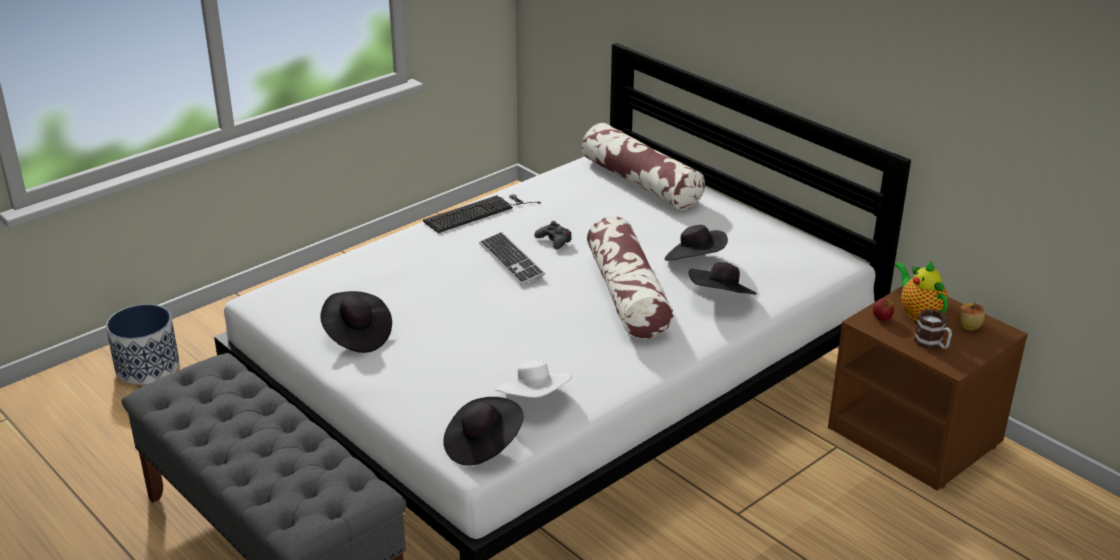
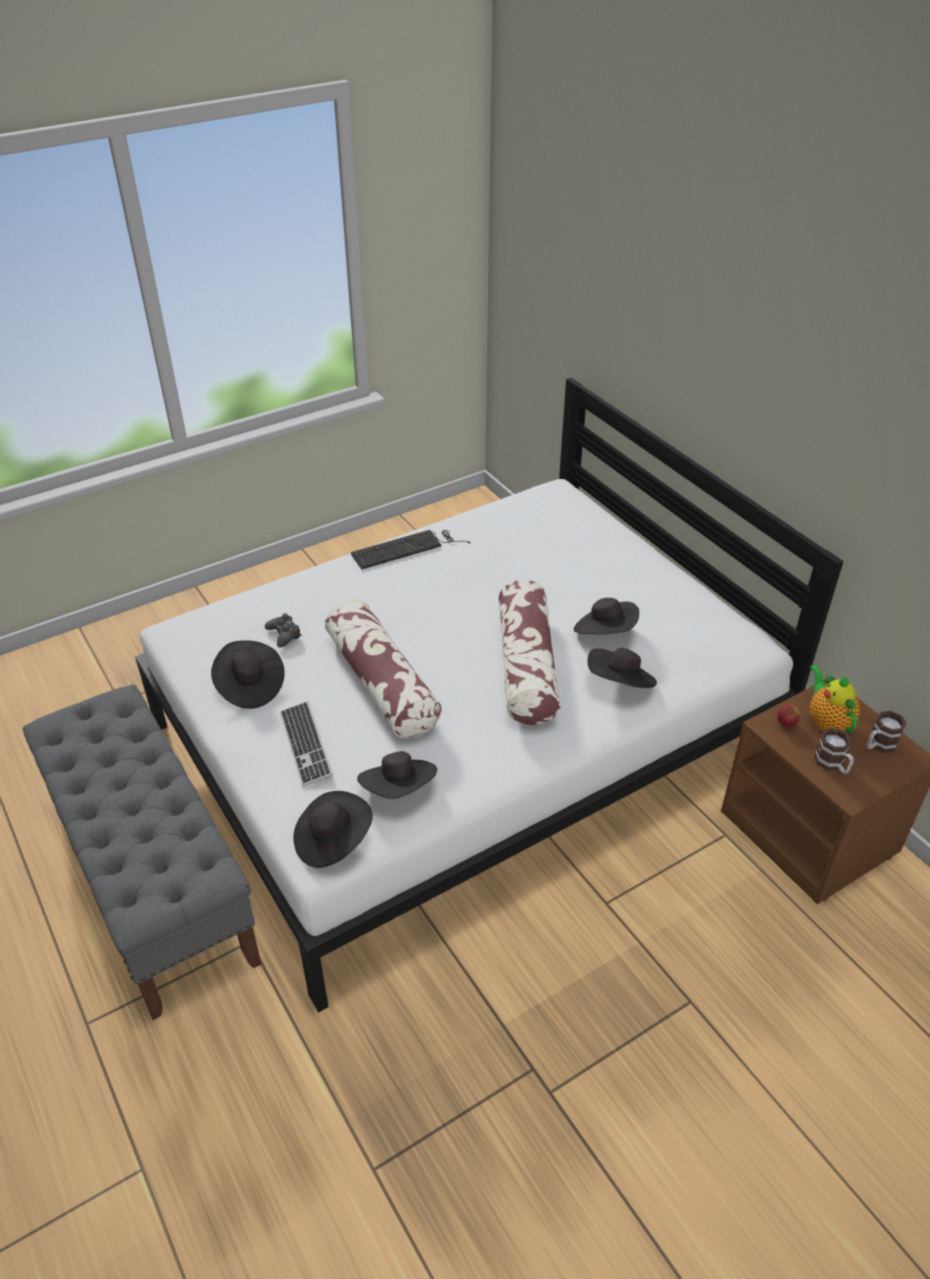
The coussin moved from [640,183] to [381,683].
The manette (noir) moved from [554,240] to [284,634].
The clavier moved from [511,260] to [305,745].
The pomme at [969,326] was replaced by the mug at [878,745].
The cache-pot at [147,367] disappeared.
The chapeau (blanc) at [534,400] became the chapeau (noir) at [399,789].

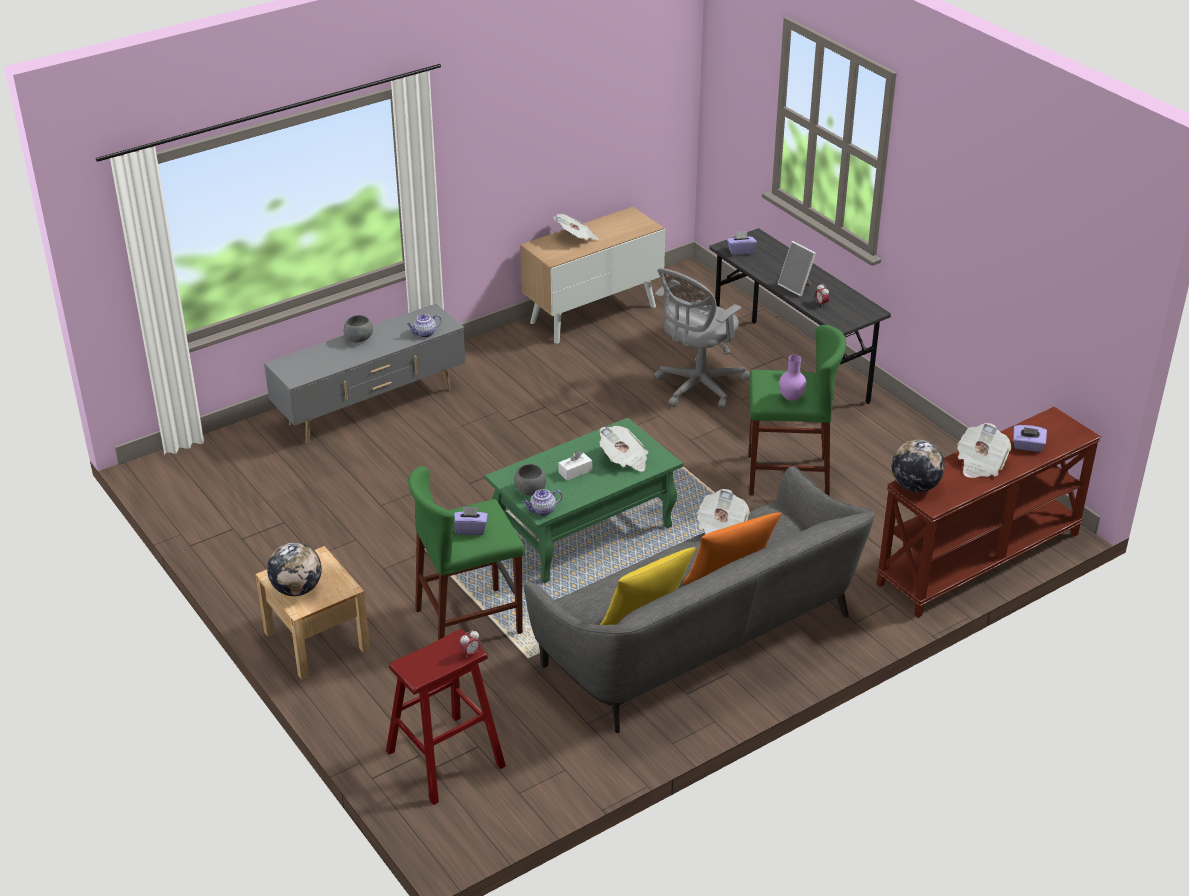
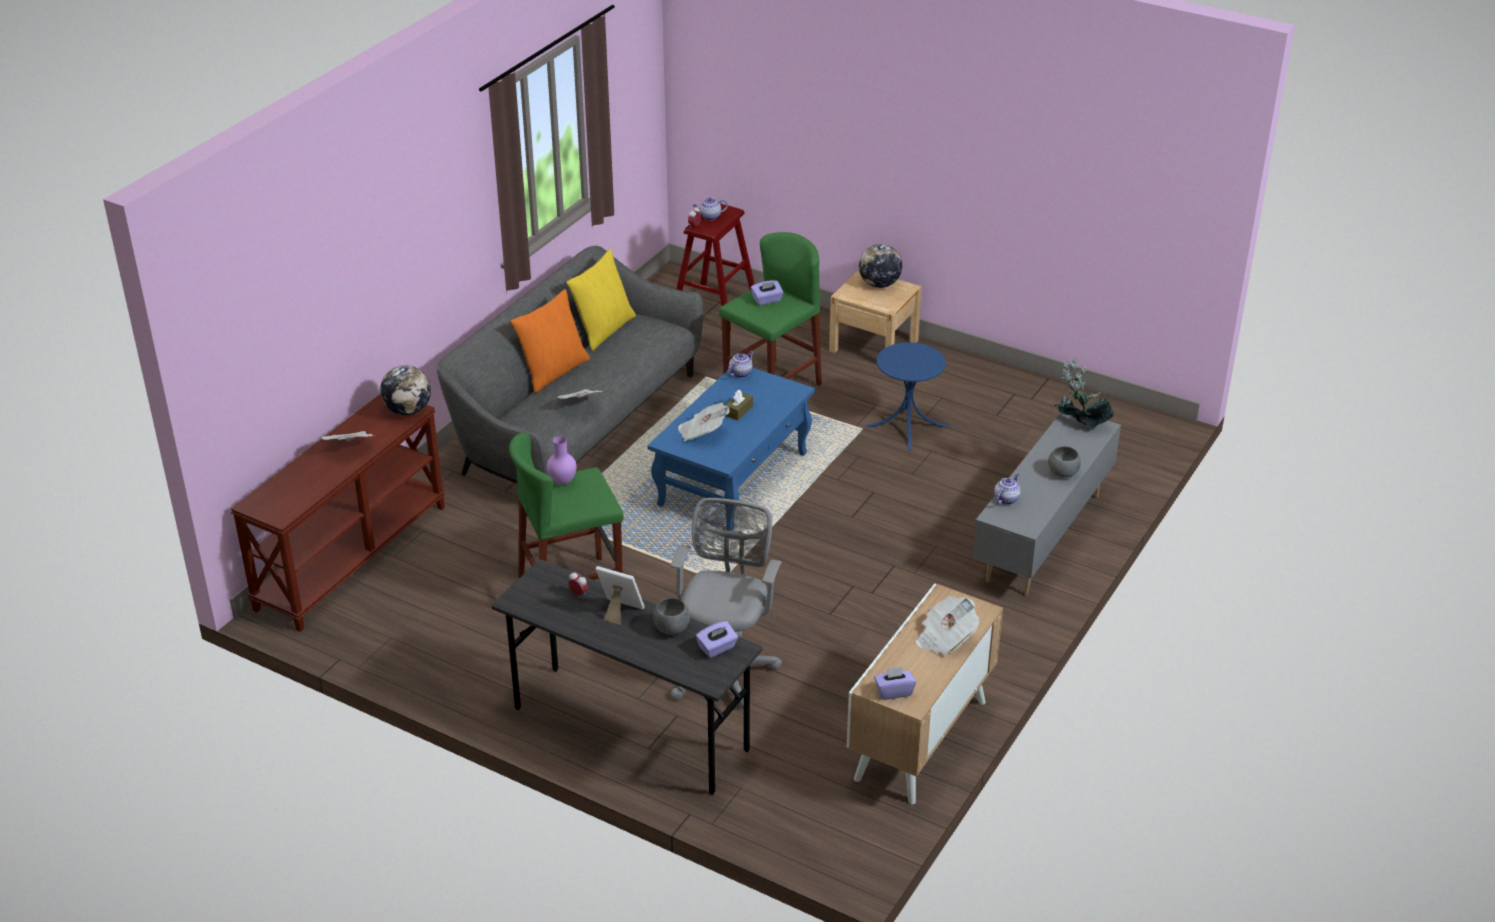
The table basse (vert) at [583,532] became the table basse (bleu) at [733,478].
The boîte à mouchoirs (violet) moved from [1027,446] to [894,691].
The boîte à mouchoirs (blanc) at [575,471] became the boîte à mouchoirs (marron) at [738,411].
The bol (gris) moved from [530,491] to [672,628].
The théière at [710,217] appeared.
The table d'appoint (bleu) at [907,426] appeared.
The plante en pot at [1079,426] appeared.

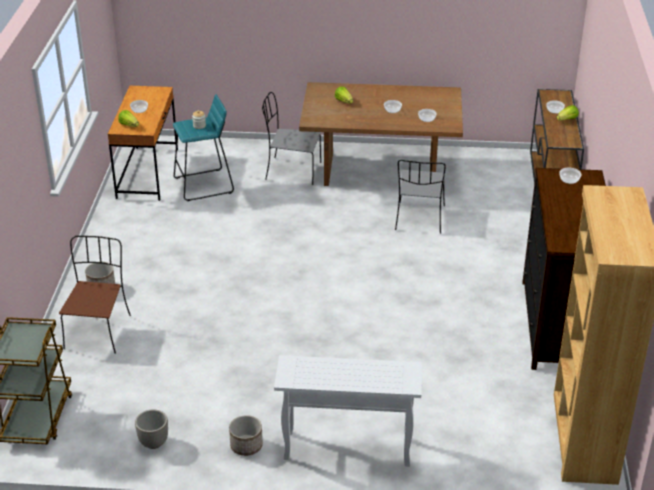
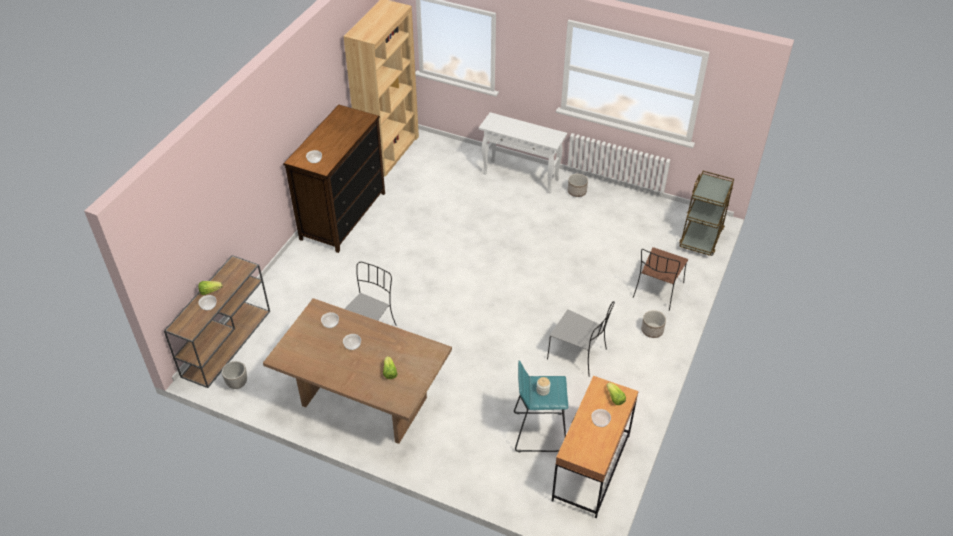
The chaise (gris) moved from [291,171] to [578,354].
The cache-pot moved from [153,443] to [238,384].

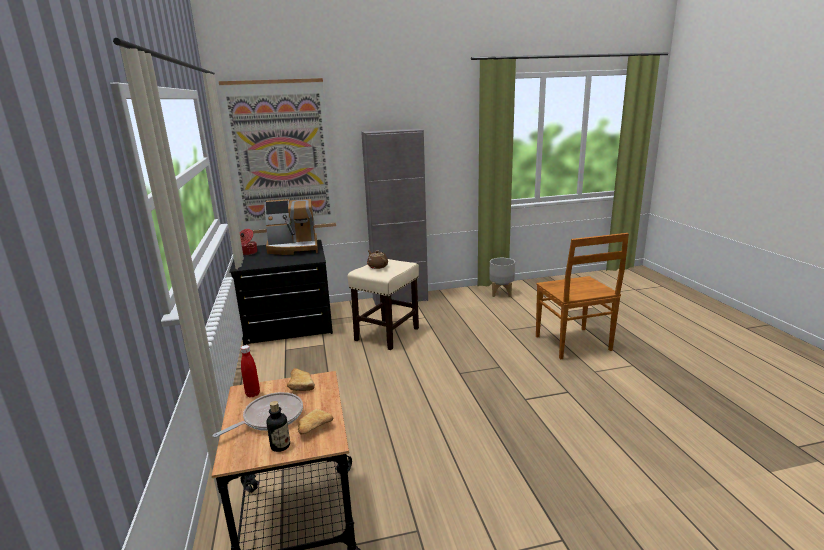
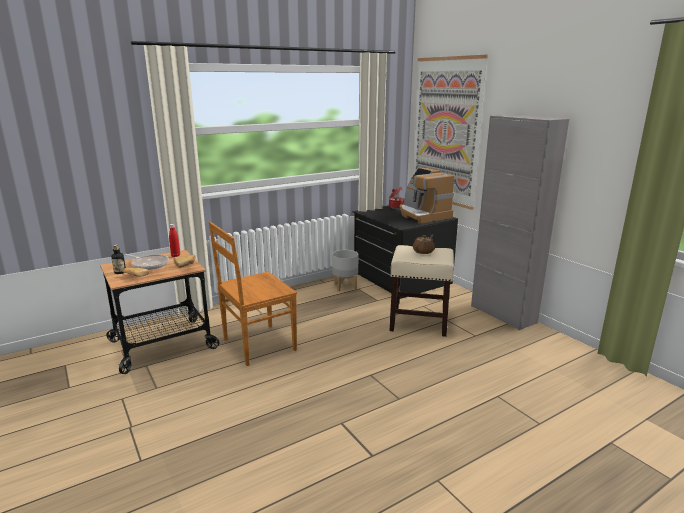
The chaise (marron) moved from [573,344] to [257,345].
The cache-pot (gris) moved from [501,293] to [345,287].

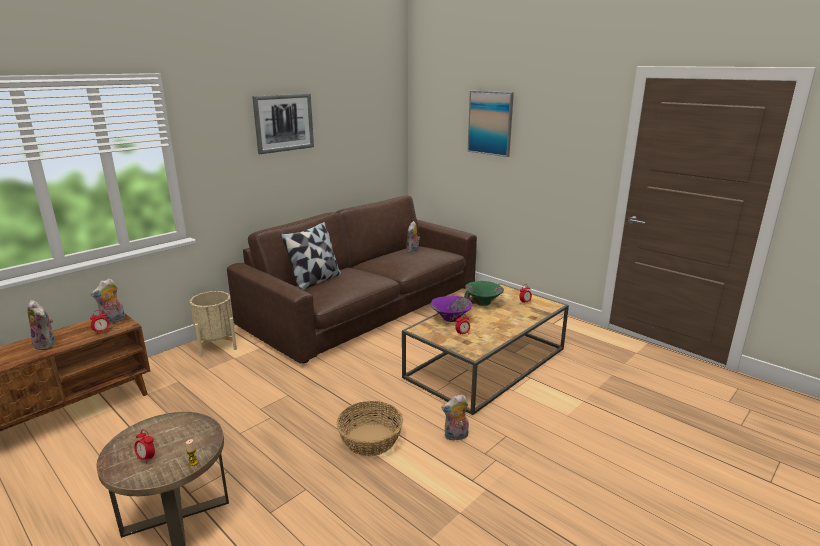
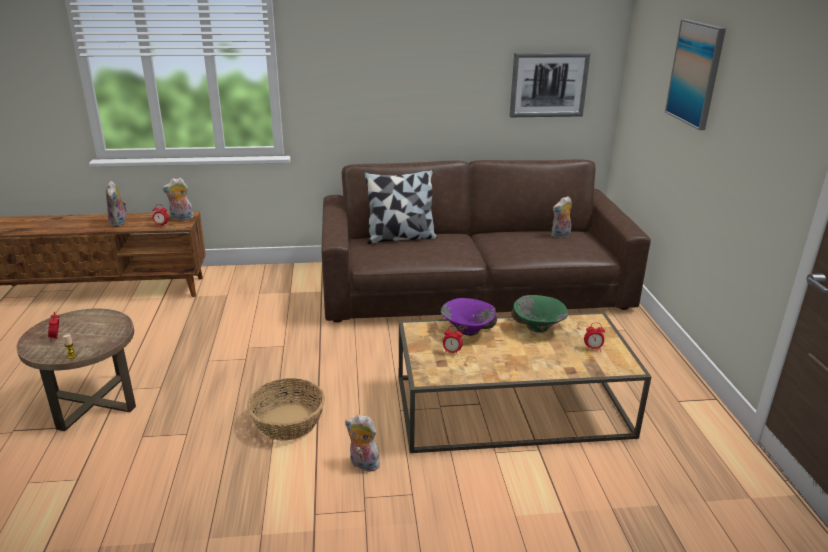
The tableau moved from [284,123] to [548,85].
The cache-pot (beige) at [217,345] disappeared.

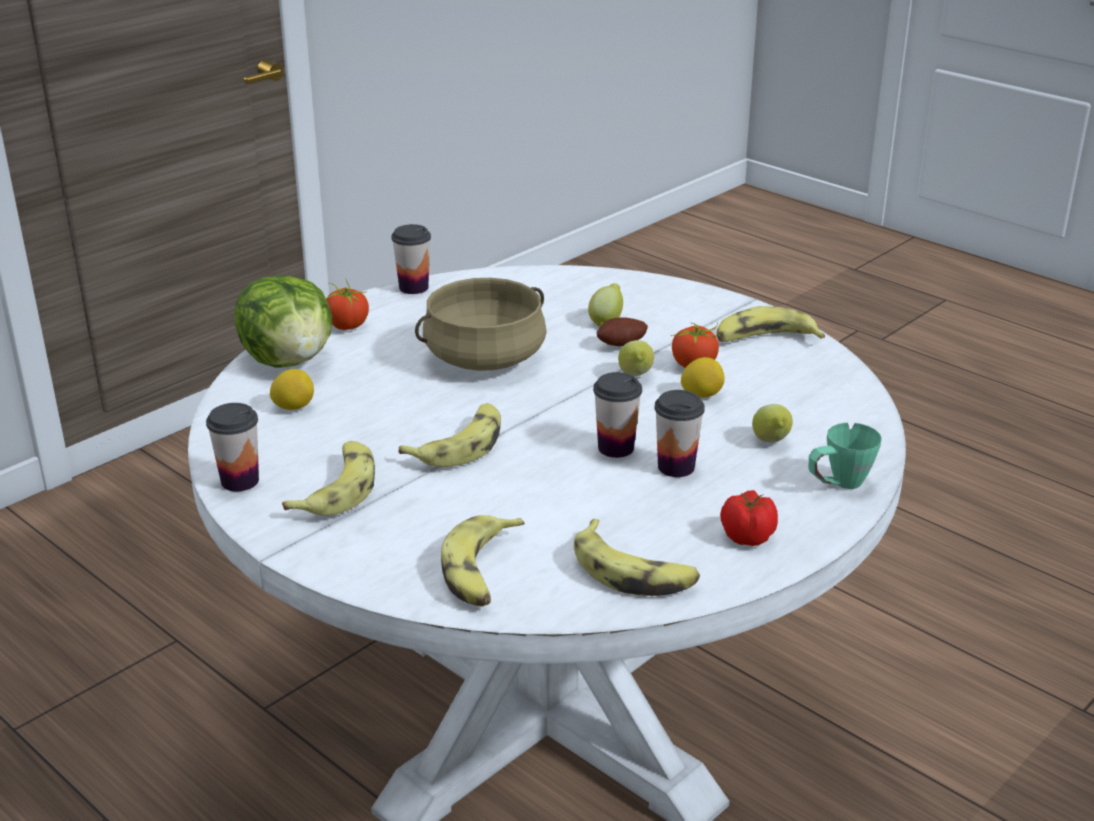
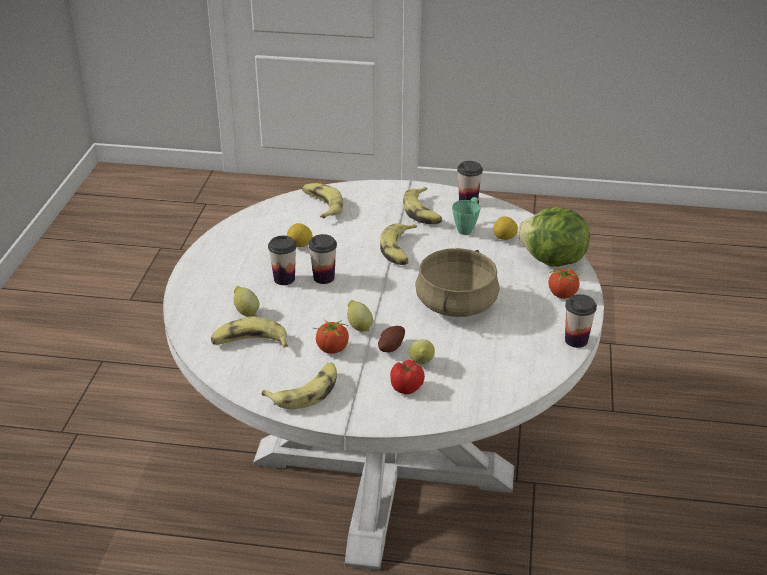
The citron moved from [701,395] to [300,245].
The mug (vert) moved from [838,485] to [467,228].
The tomate moved from [746,536] to [407,387].
The banane moved from [633,572] to [249,343].

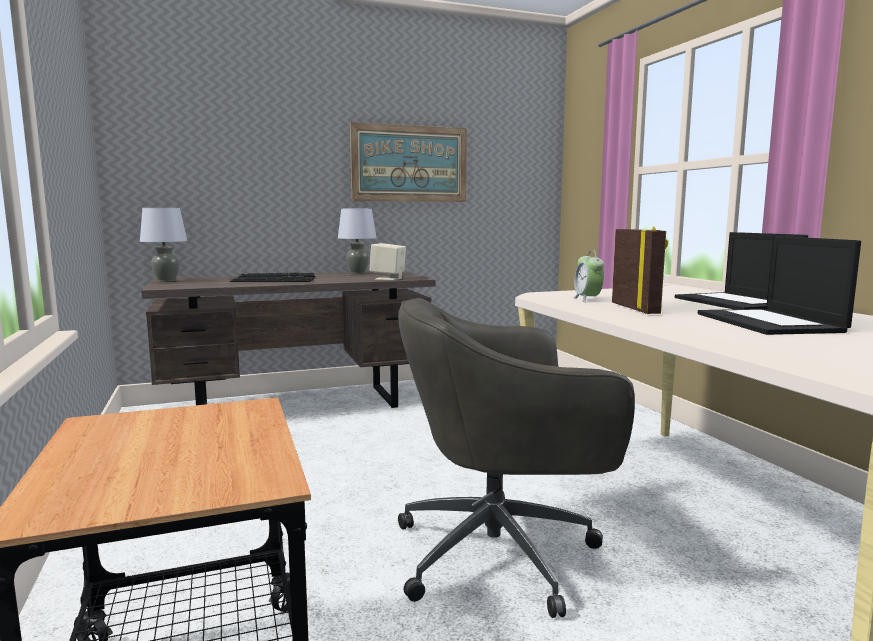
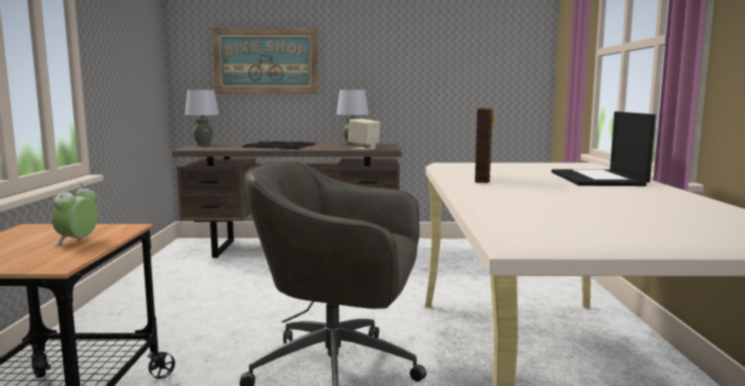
The tableau moved from [409,164] to [266,61].
The ordinateur portable at [770,323] disappeared.
The réveil moved from [587,299] to [78,241].

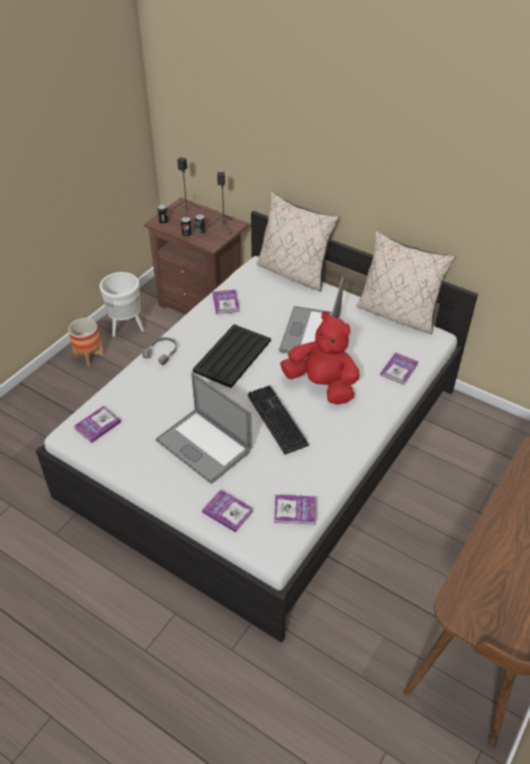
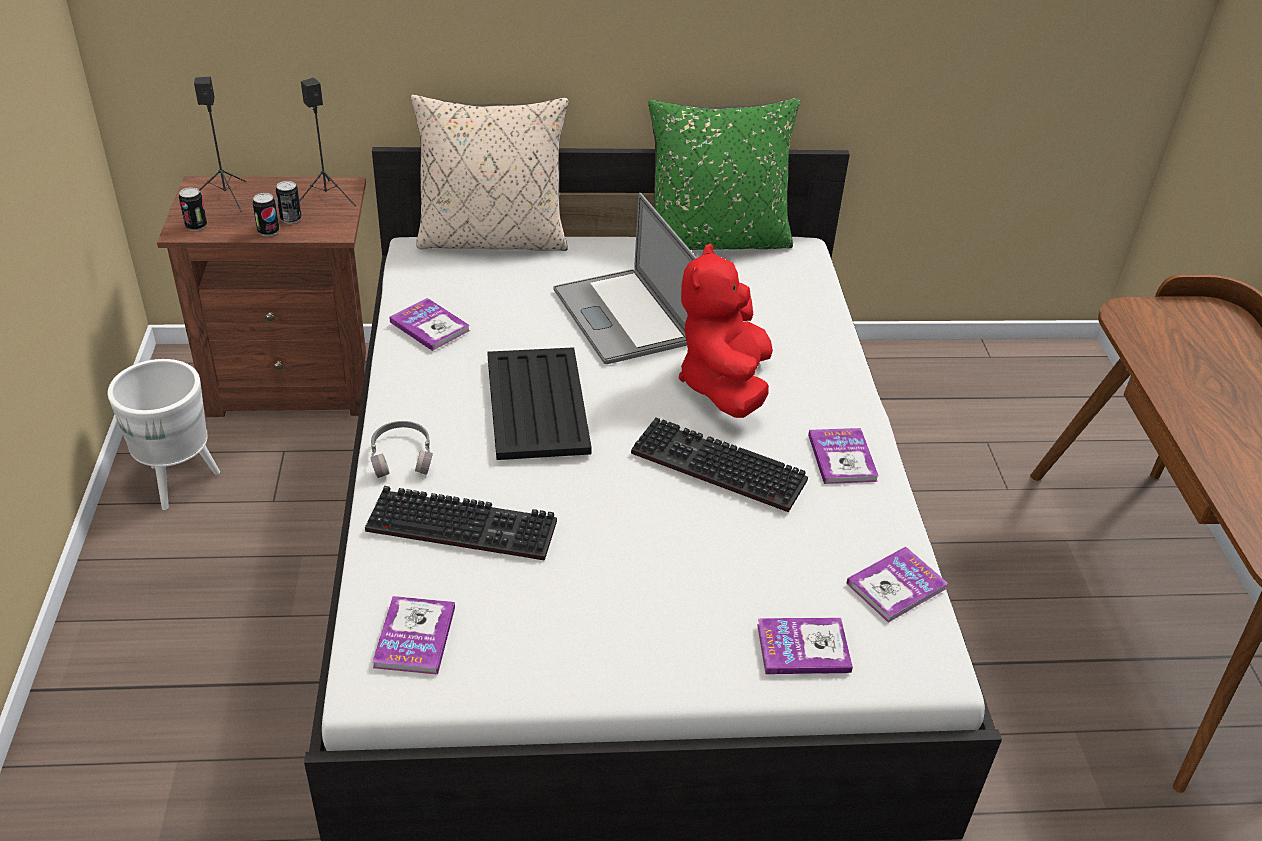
The coussin (beige) at [397,314] became the coussin (vert) at [716,239].
The peluche (rouge) at [322,385] turned 75 degrees counterclockwise.
The cache-pot at [89,356] disappeared.
The livre moved from [399,369] to [842,458].
The ordinateur portable at [203,445] disappeared.
The clavier at [466,525] appeared.

